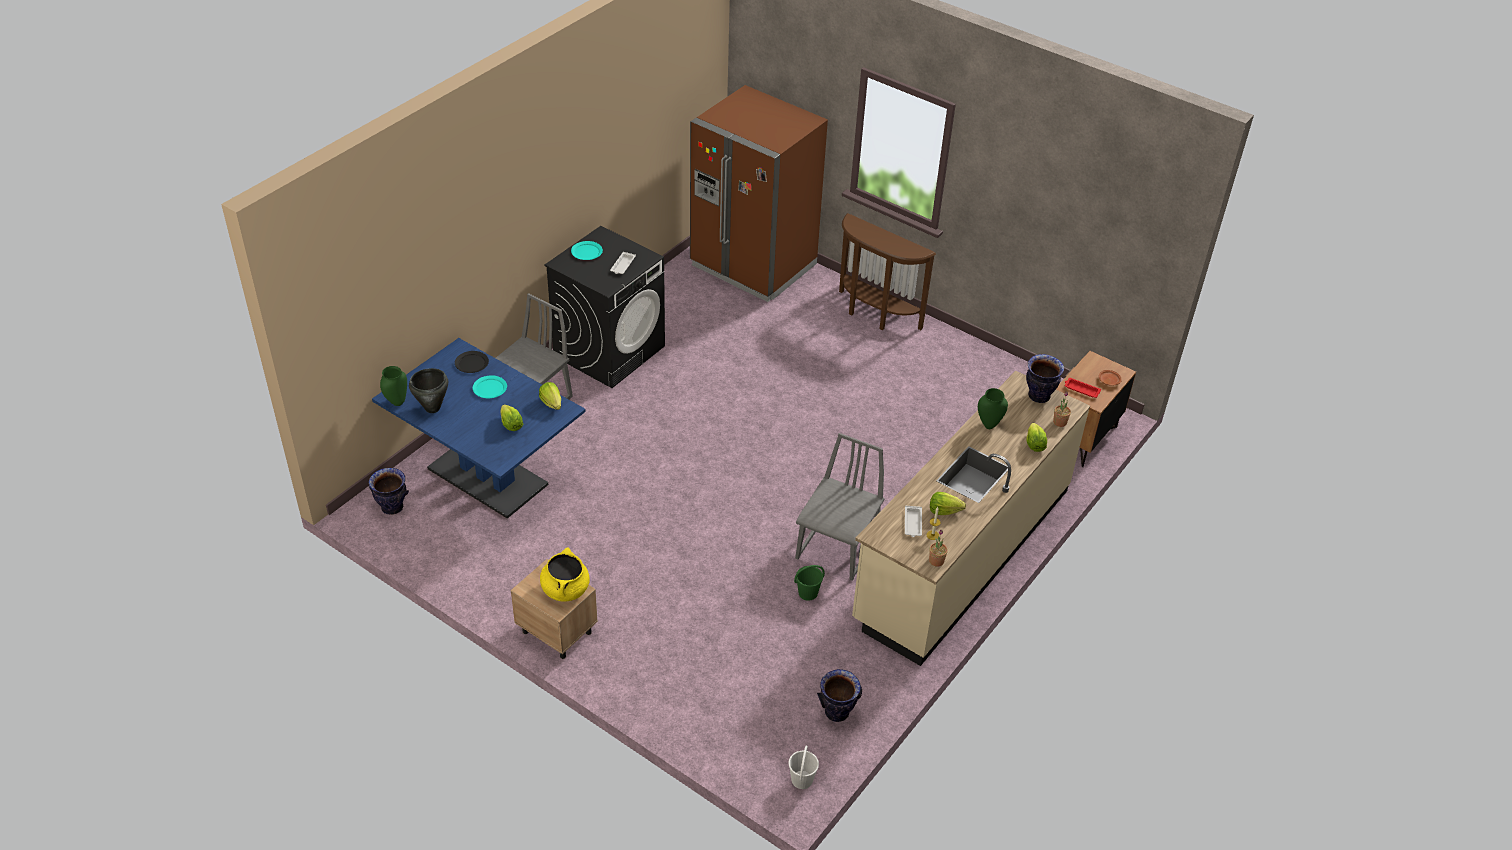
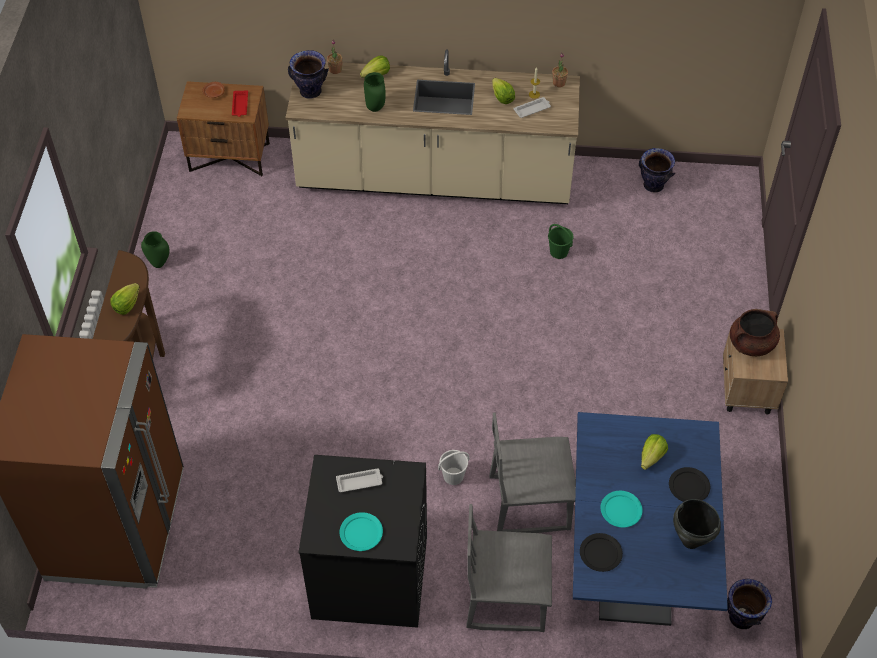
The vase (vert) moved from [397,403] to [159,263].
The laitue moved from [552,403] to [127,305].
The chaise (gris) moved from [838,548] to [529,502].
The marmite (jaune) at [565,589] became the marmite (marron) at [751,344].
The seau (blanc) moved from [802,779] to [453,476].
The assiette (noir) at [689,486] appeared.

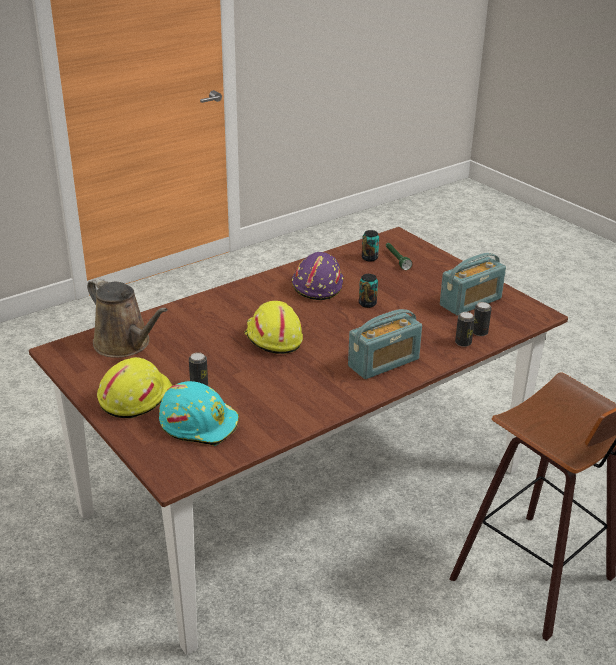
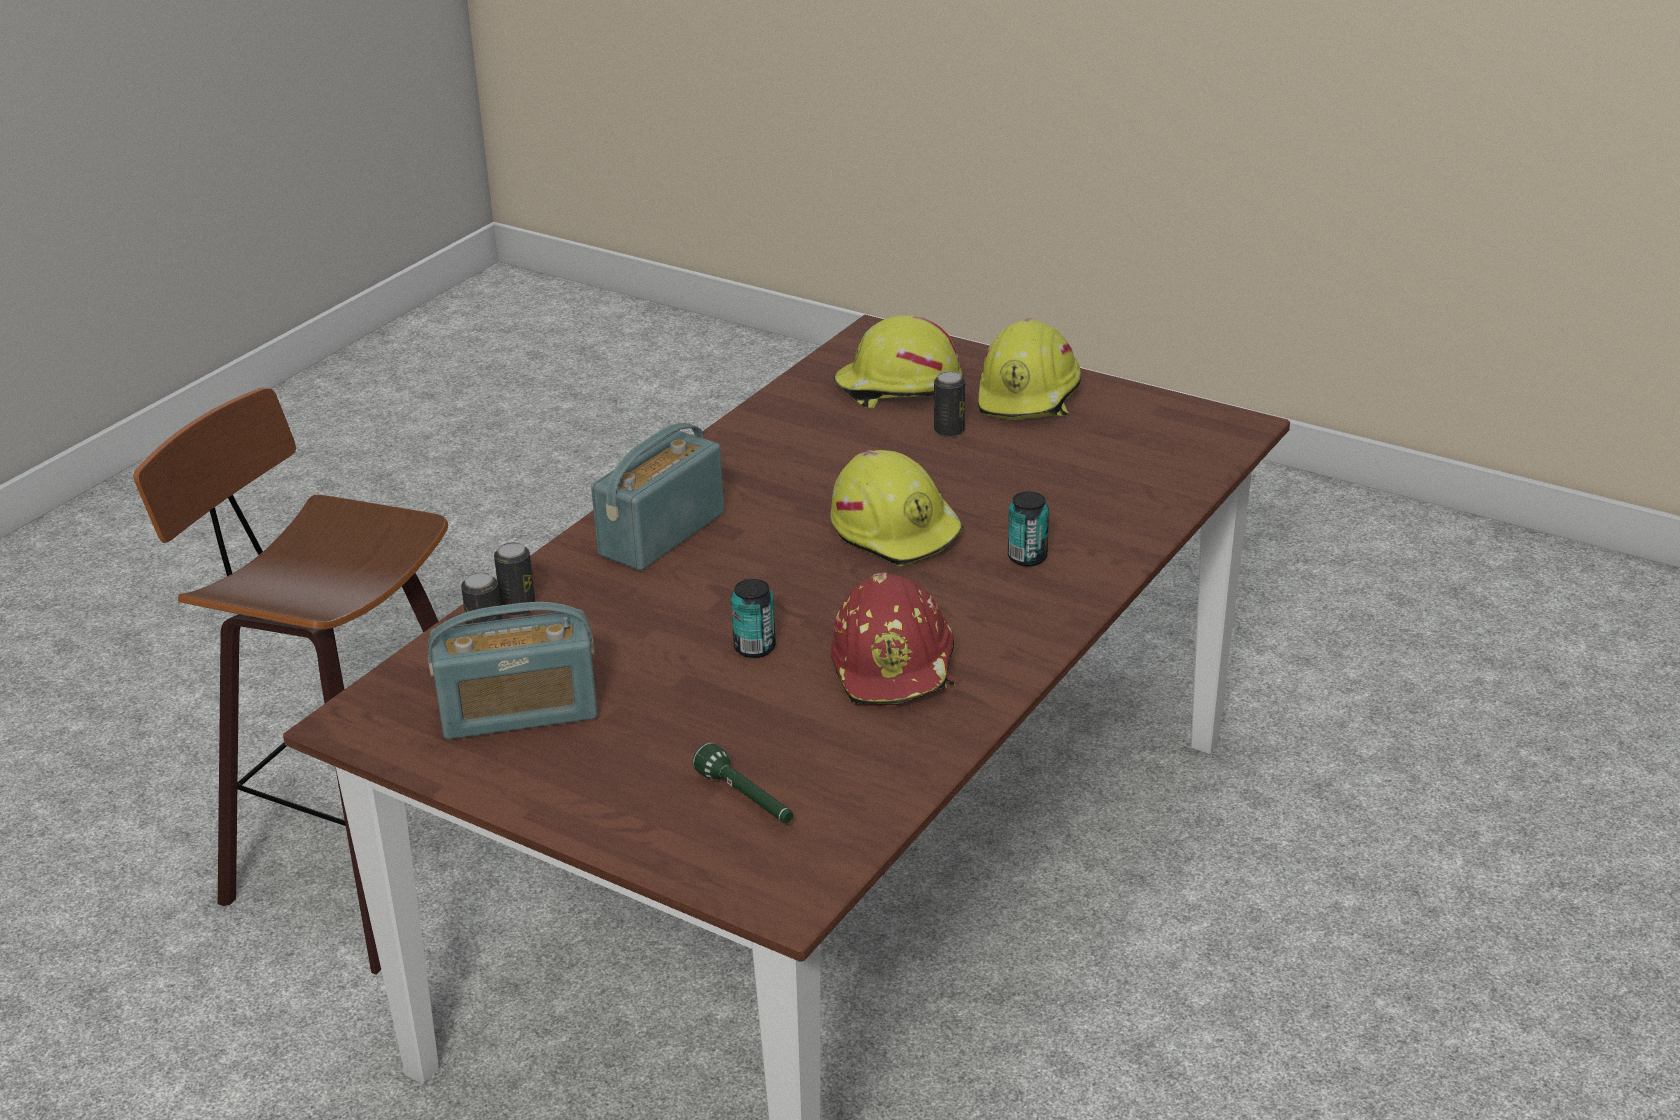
The boîte métallique moved from [369,258] to [1027,557].
The casque de chantier (violet) at [317,285] became the casque de chantier (rouge) at [895,666].
The radio at [470,302] turned 135 degrees counterclockwise.
The arrosoir (marron) at [125,344] disappeared.
The casque de chantier (turquoise) at [199,423] became the casque de chantier (jaune) at [897,388].

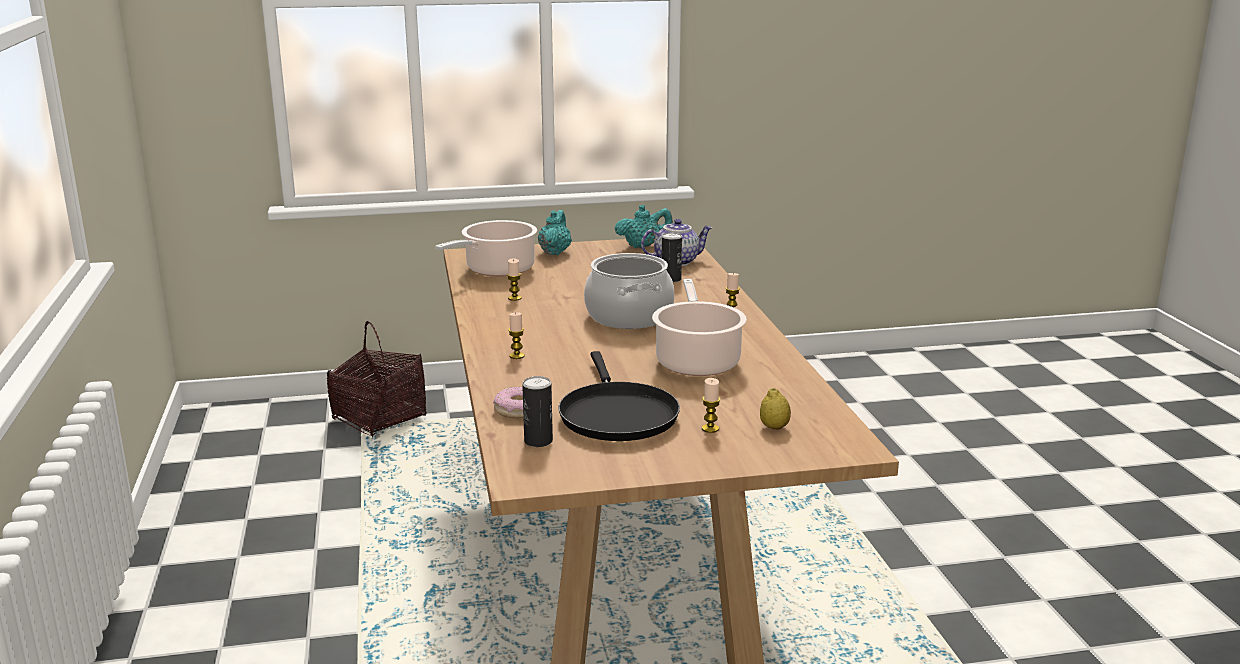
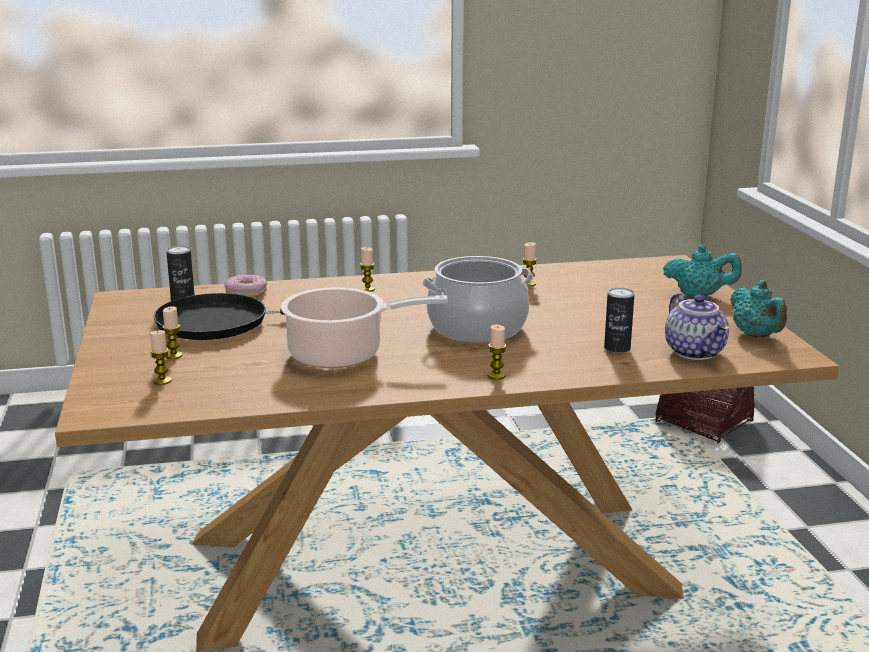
The marmite at [497,270] disappeared.
The citron at [774,427] was replaced by the bougie at [162,381].

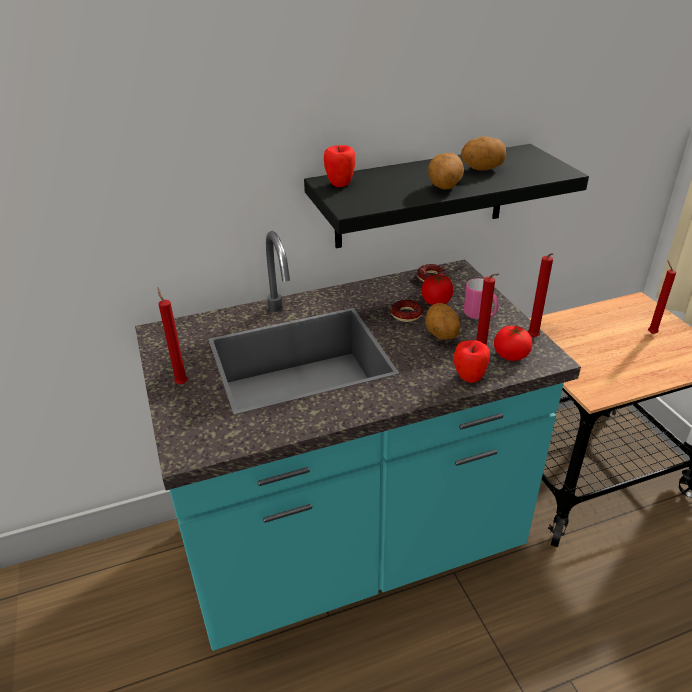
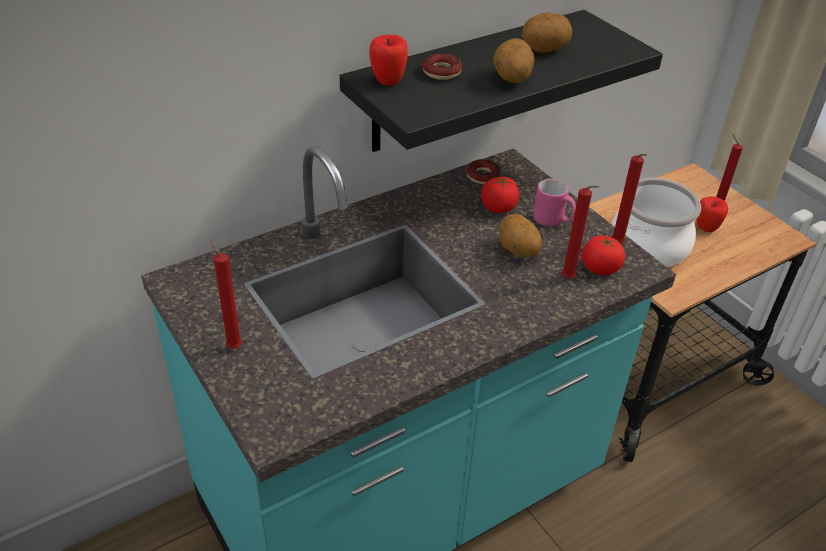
The beignet moved from [406,314] to [442,72].
The pomme moved from [469,378] to [706,229].
The marmite at [648,246] appeared.

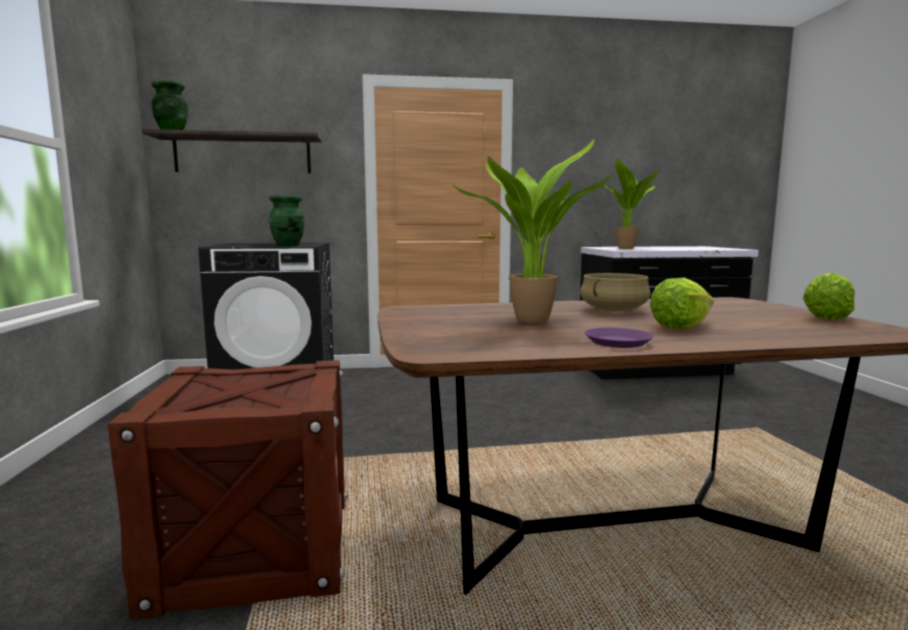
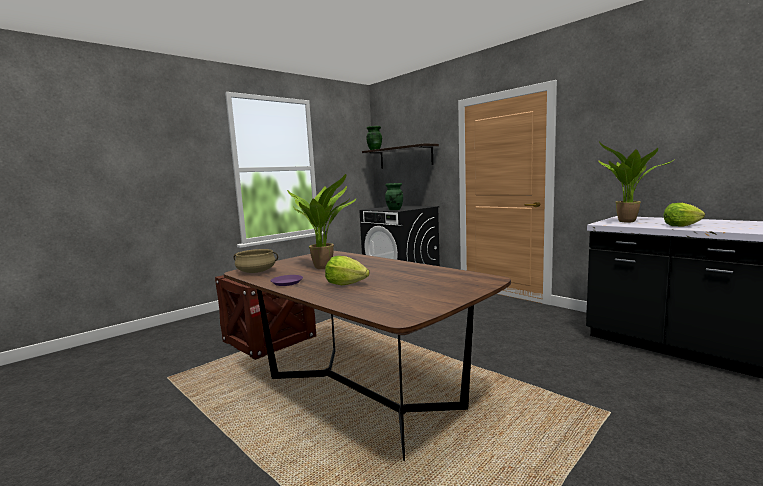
The marmite (beige) moved from [613,310] to [256,271].
The laitue moved from [827,317] to [681,225].

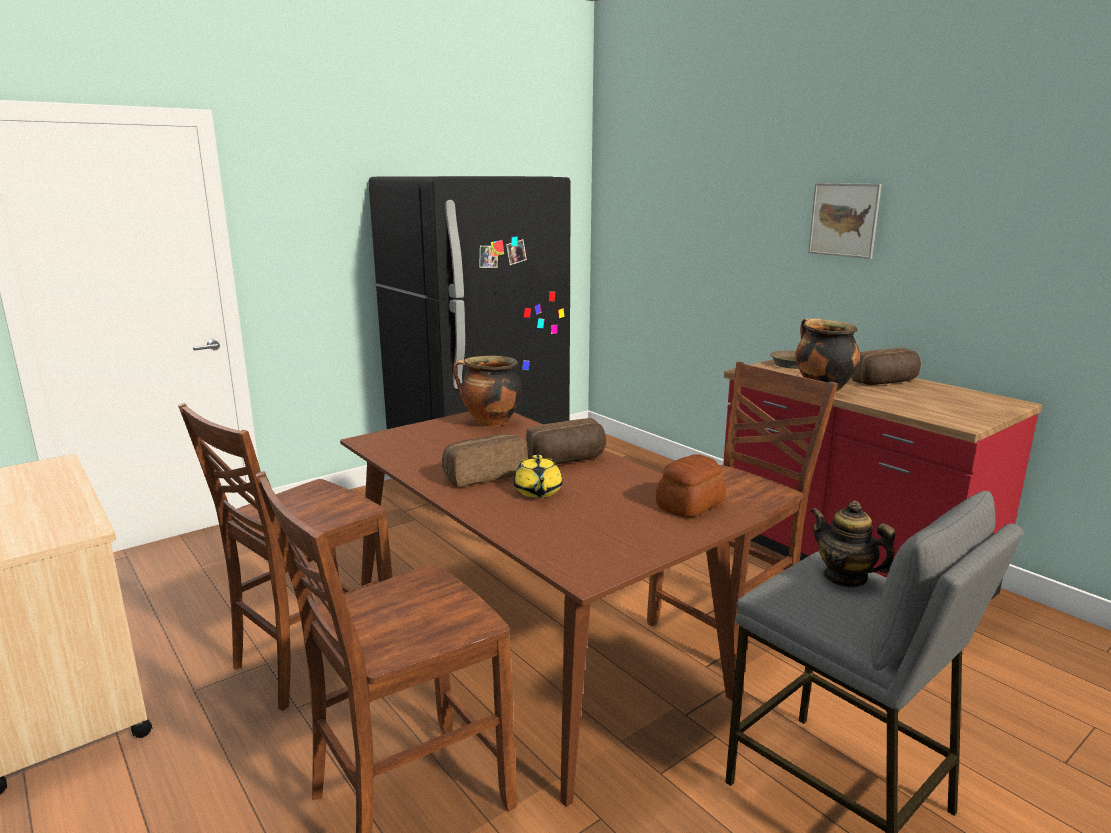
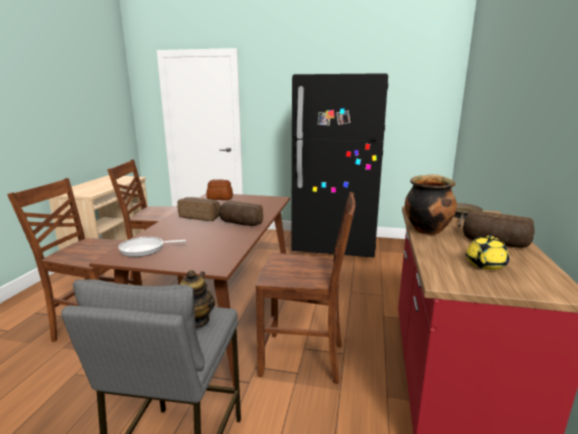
The tableau at [843,220] disappeared.
The marmite at [490,422] disappeared.
The pain moved from [688,505] to [220,198].
The théière (jaune) moved from [538,492] to [484,264].
The poêle at [145,249] appeared.

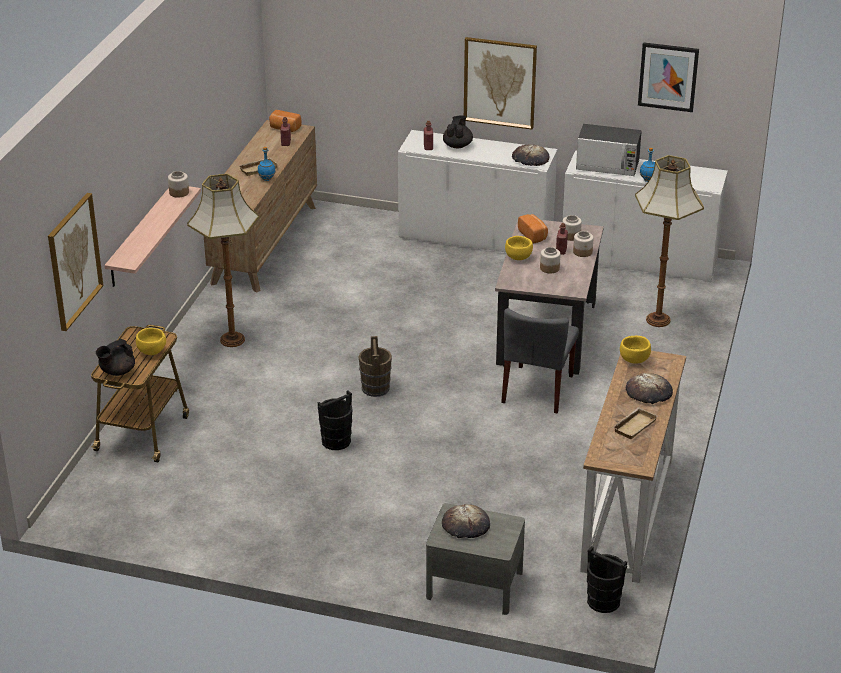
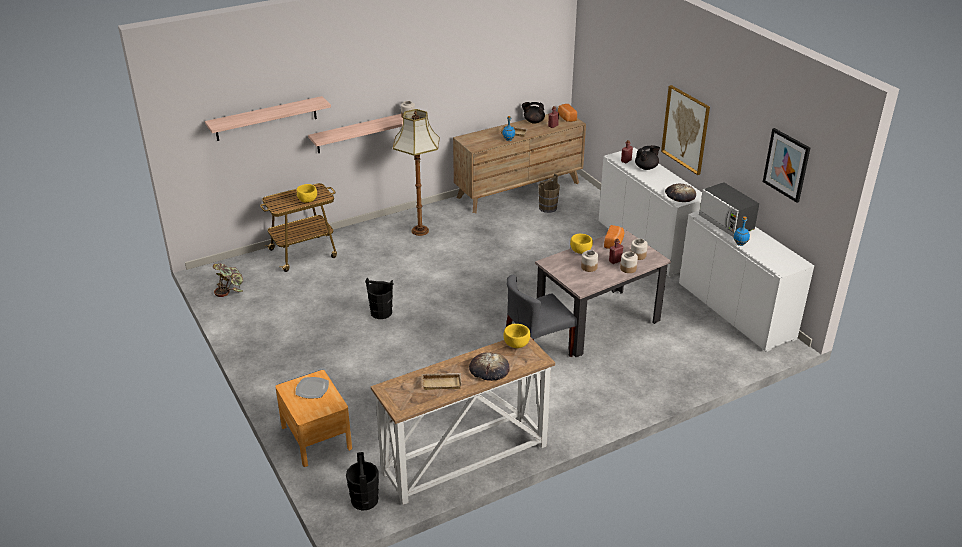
The lampadaire at [658,319] disappeared.
The tableau at [74,261] was replaced by the étagère at [266,118].
The seau (marron) moved from [375,388] to [548,208].
The théière (noir) moved from [117,371] to [533,121].
The table de chevet (gris) at [474,585] became the table de chevet (marron) at [316,437].
The pain at [465,525] was replaced by the assiette at [312,389].
The plante en pot at [230,288] appeared.

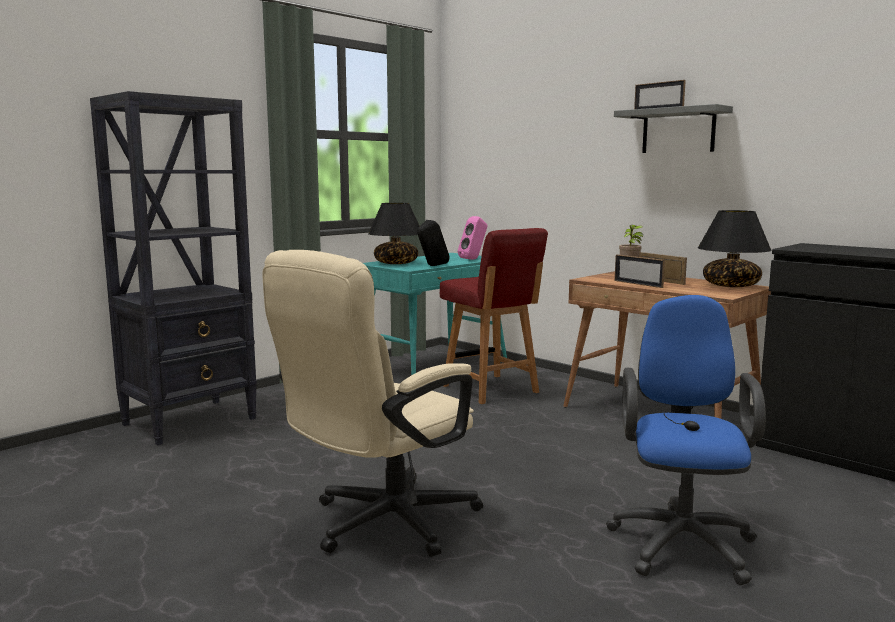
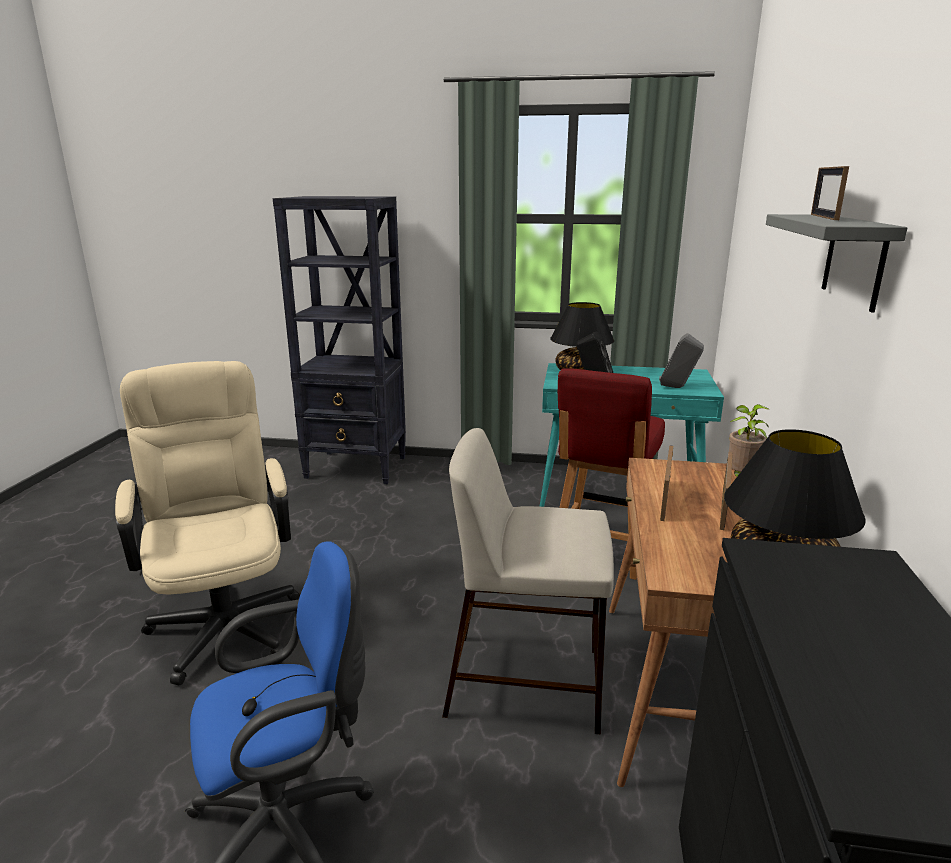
The enceinte (rose) at [473,259] became the enceinte (gris) at [678,388].
The chaise de bureau (beige) at [380,525] turned 60 degrees clockwise.
The tabouret (beige) at [527,681] appeared.

